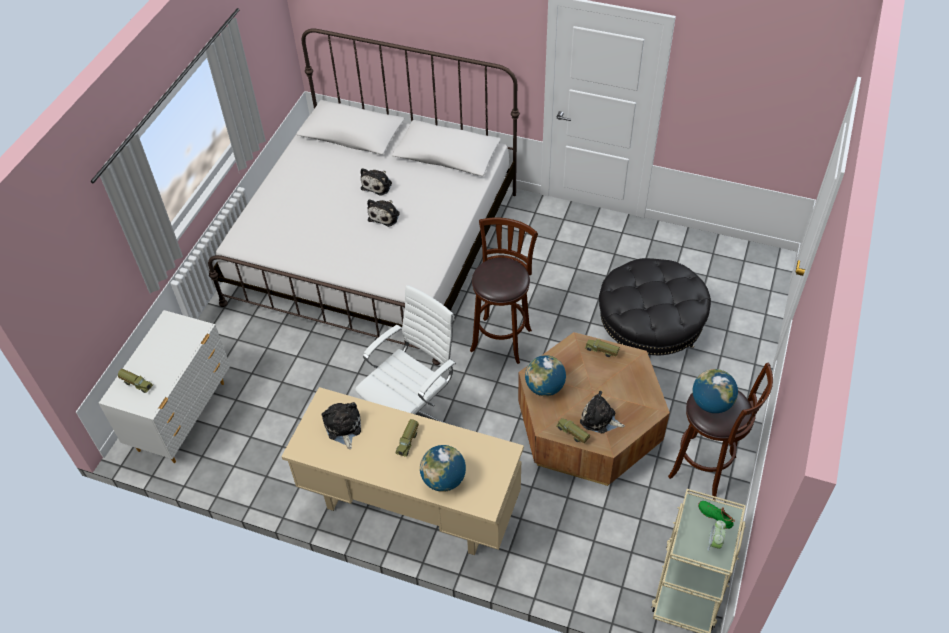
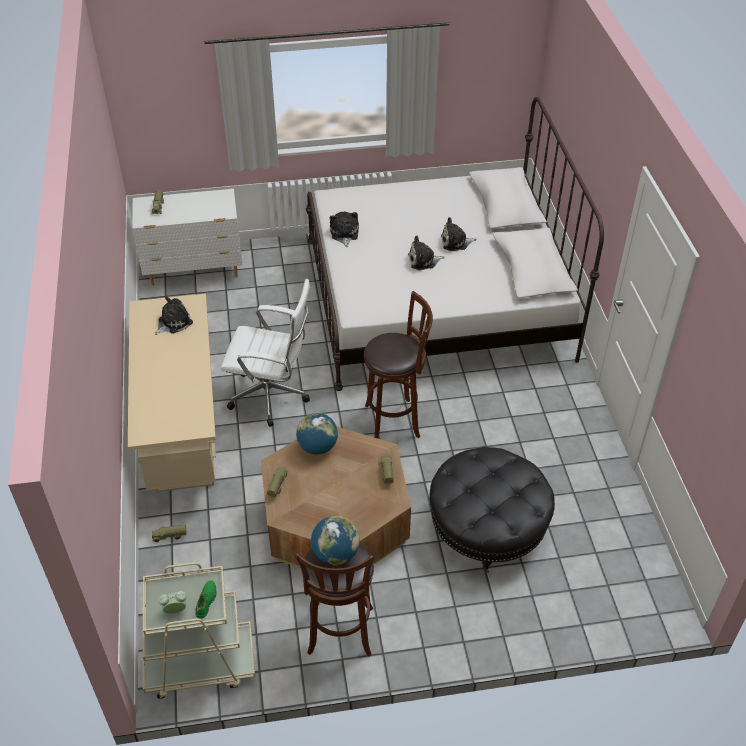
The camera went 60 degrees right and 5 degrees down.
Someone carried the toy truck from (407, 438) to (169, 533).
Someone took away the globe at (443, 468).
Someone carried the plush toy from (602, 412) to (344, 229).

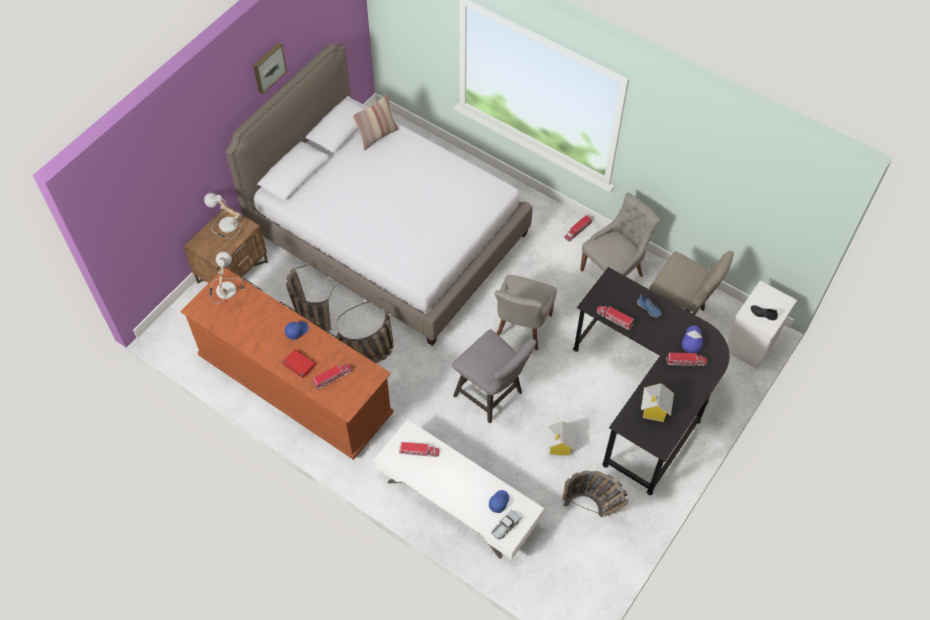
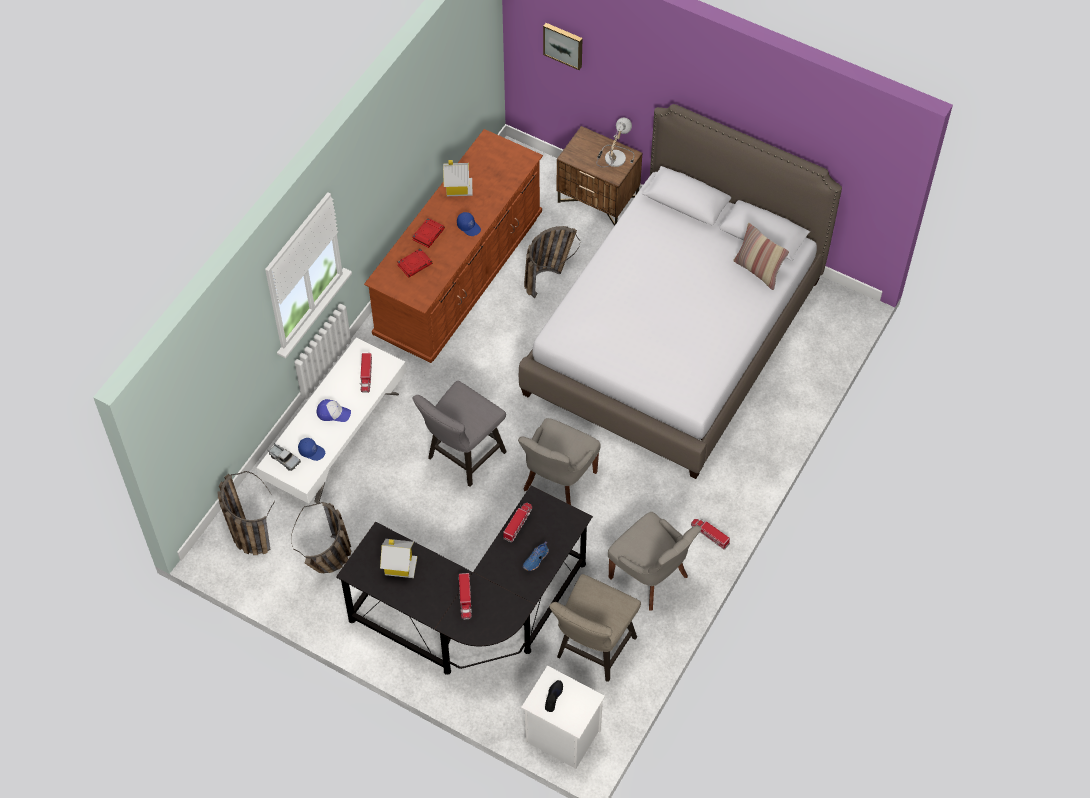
The camera went 85 degrees right and 0 degrees up.
Someone took away the table lamp at (226, 277).
Someone carried the picture from (270, 68) to (562, 46).
Someone swapped the toy truck at (332, 376) for the red book at (414, 263).
Someone carried the basket from (364, 332) to (246, 513).
Someone rotated the grey chair at (526, 312) by 75 degrees counterclockwise.
Someone carried the toy house from (561, 438) to (458, 178).
Someone carried the cap from (692, 339) to (334, 410).

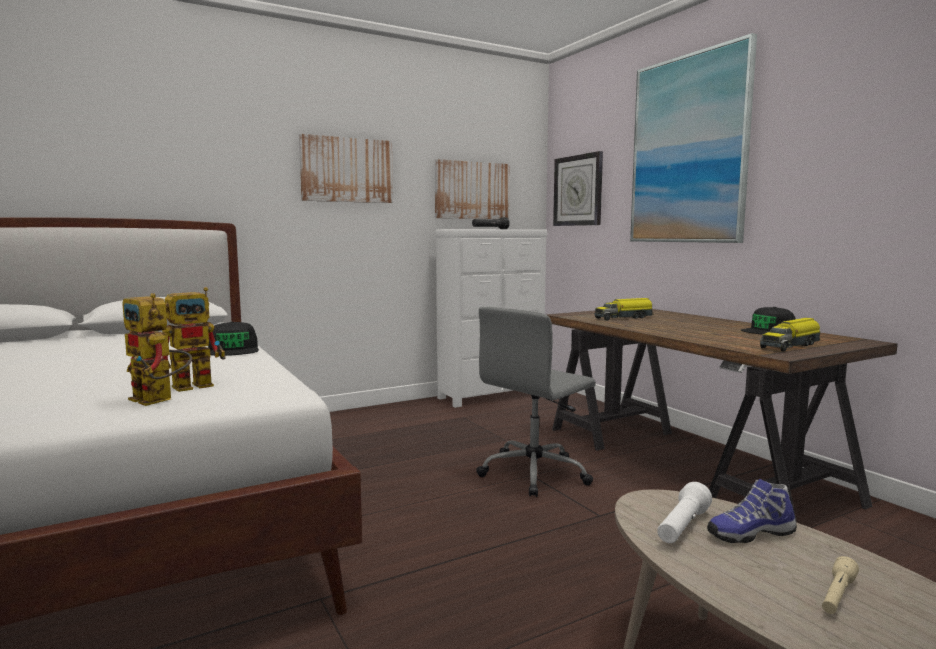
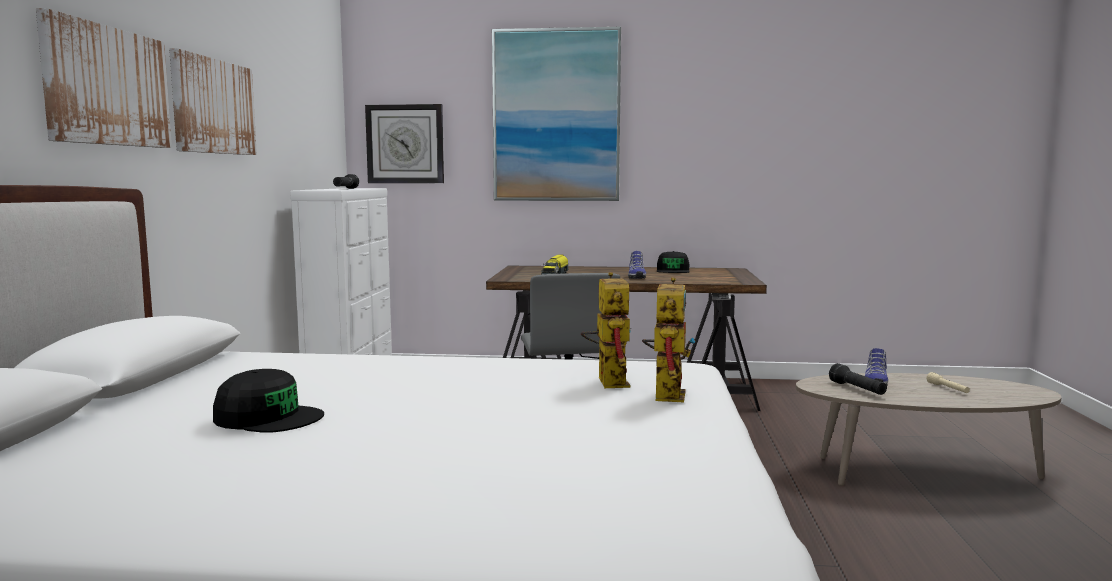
The camera went 55 degrees left and 0 degrees up.
Someone rotated the toy robot at (157, 349) by 60 degrees counterclockwise.
Someone carried the black cap from (233, 339) to (268, 401).
Someone carried the picture from (472, 189) to (104, 78).
Someone repainted the white flashlight at (684, 512), which became the black flashlight at (858, 379).
Someone took away the toy truck at (790, 334).
Someone put down the shoe at (637, 265).

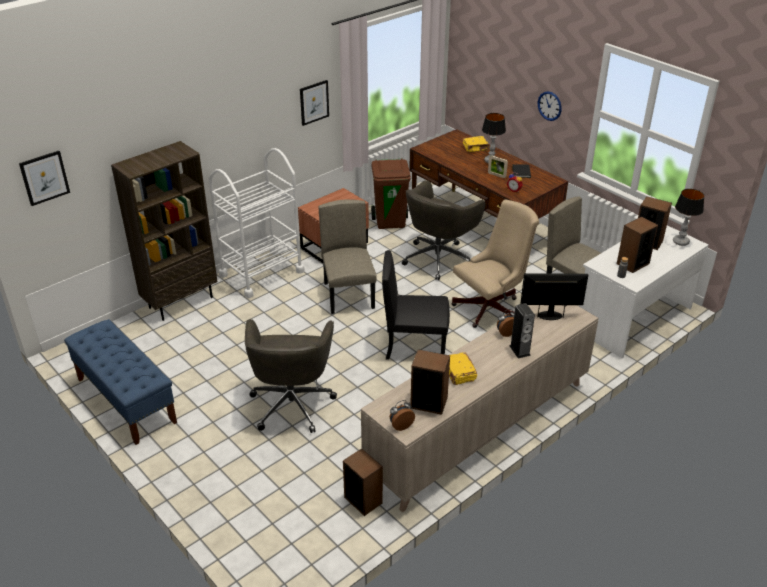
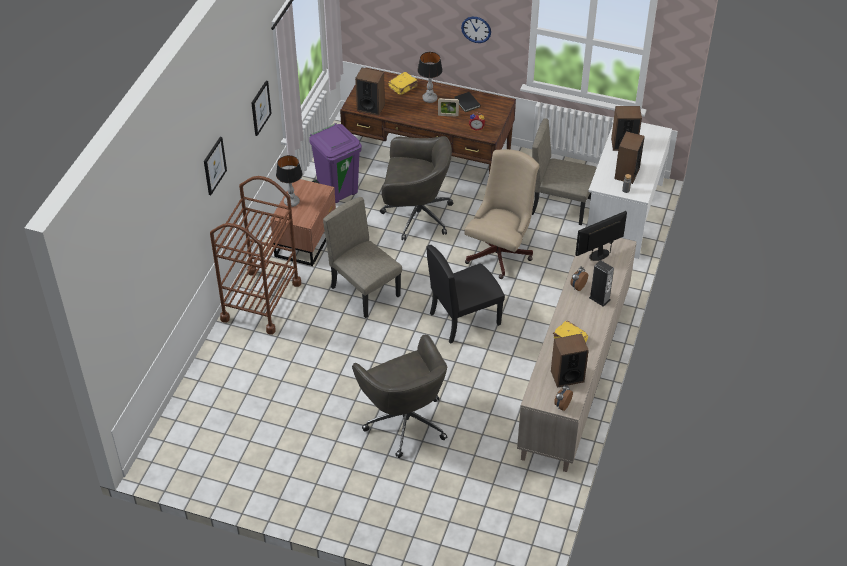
The camera went 30 degrees left and 10 degrees up.
Someone carried the picture from (44, 178) to (215, 165).
Someone took away the blue bench at (120, 382).
Someone took away the brown bookcase at (164, 231).
Someone repainted the white cart at (257, 223), which became the brown cart at (255, 255).
Someone carried the speaker from (363, 482) to (370, 92).
Someone repainted the brown trash can at (391, 193), which became the purple trash can at (335, 163).
Someone rotated the grey office chair at (443, 230) by 90 degrees counterclockwise.
Someone carried the table lamp from (688, 217) to (289, 181).

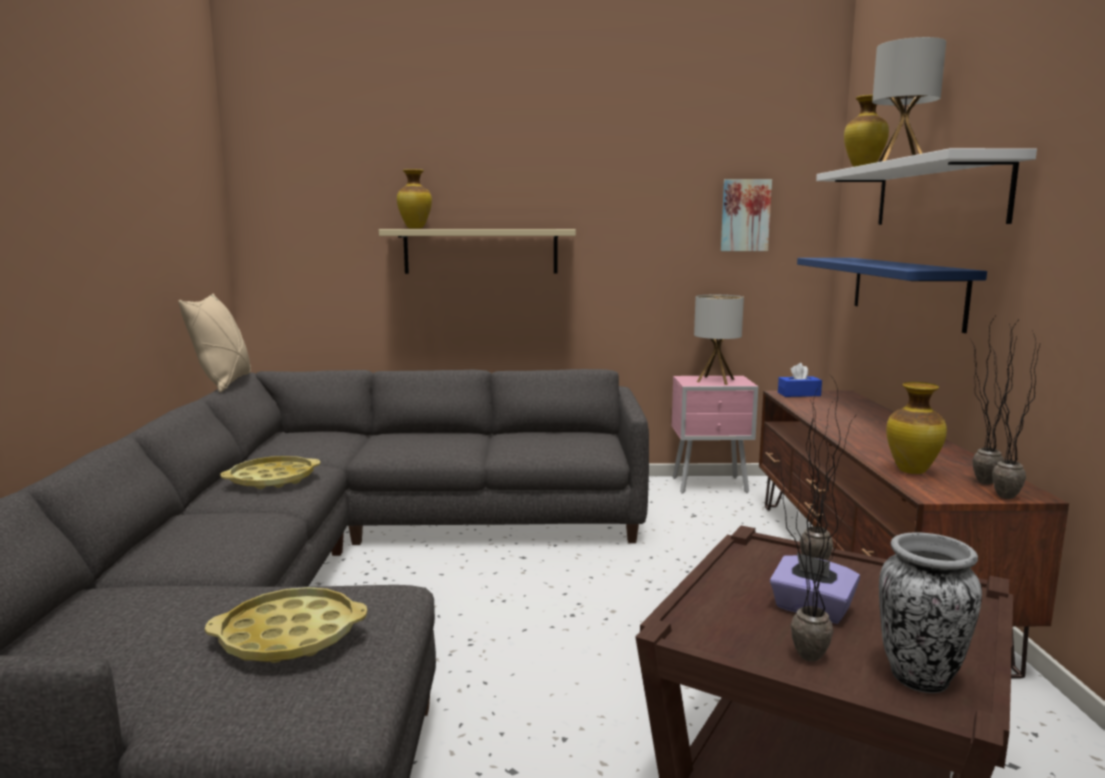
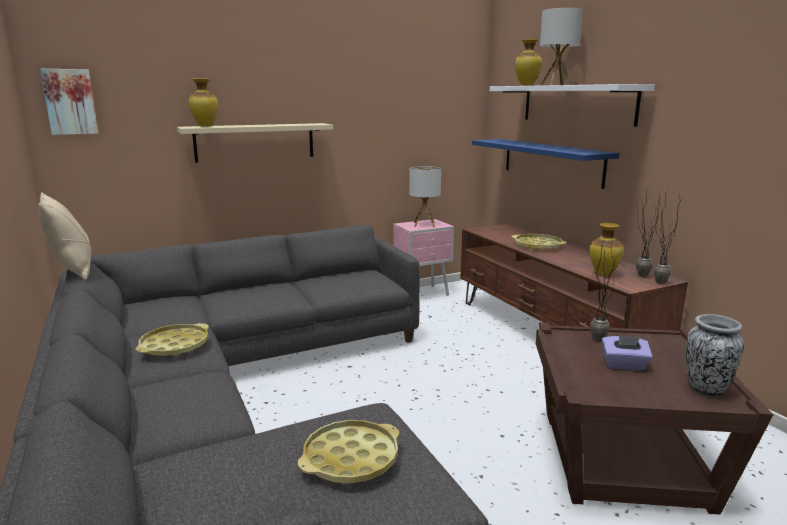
The camera went 25 degrees left and 5 degrees up.
Someone carried the picture from (746, 215) to (69, 102).
Someone took away the potted plant at (811, 539).
Someone took away the blue tissue box at (800, 380).
Someone put down the yellow tray at (539, 242).

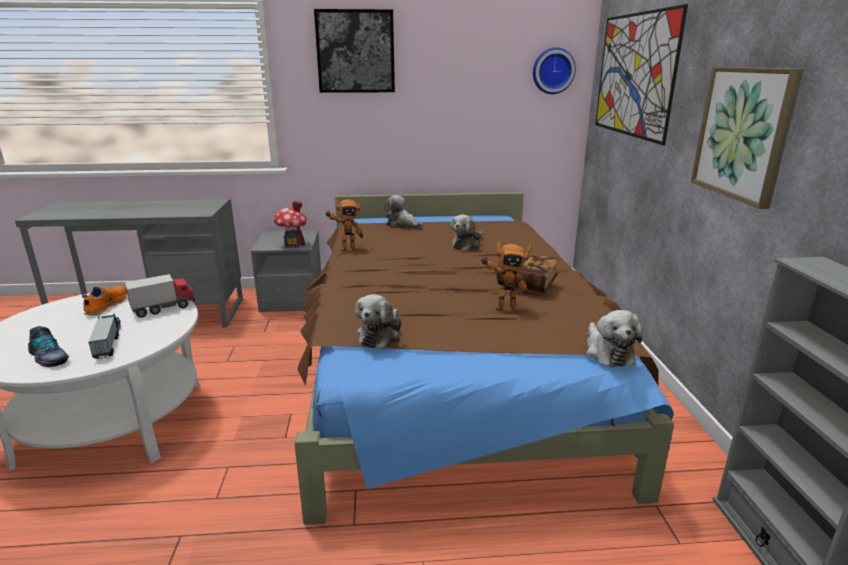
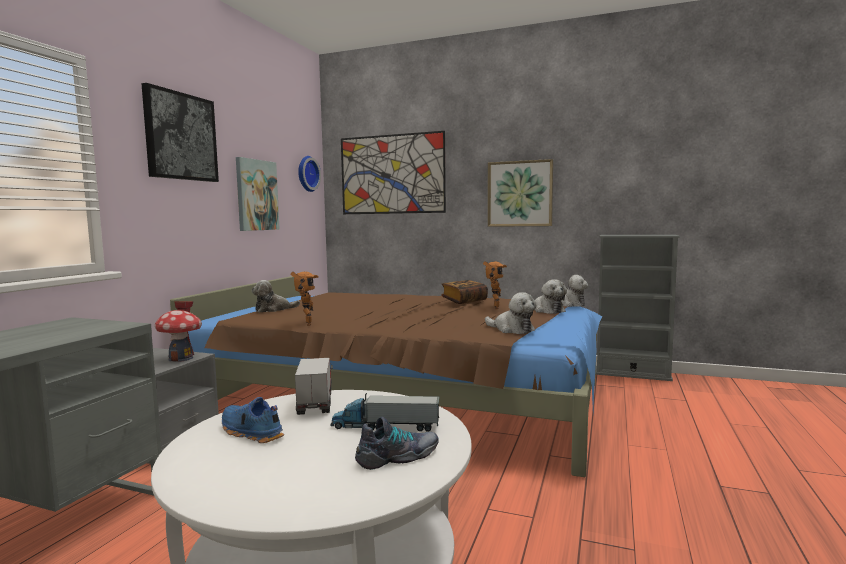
The camera went 65 degrees left and 15 degrees down.
Someone repainted the orange shoe at (104, 300), which became the blue shoe at (253, 420).
Someone carried the plush toy from (467, 233) to (551, 297).
Someone put up the picture at (258, 194).

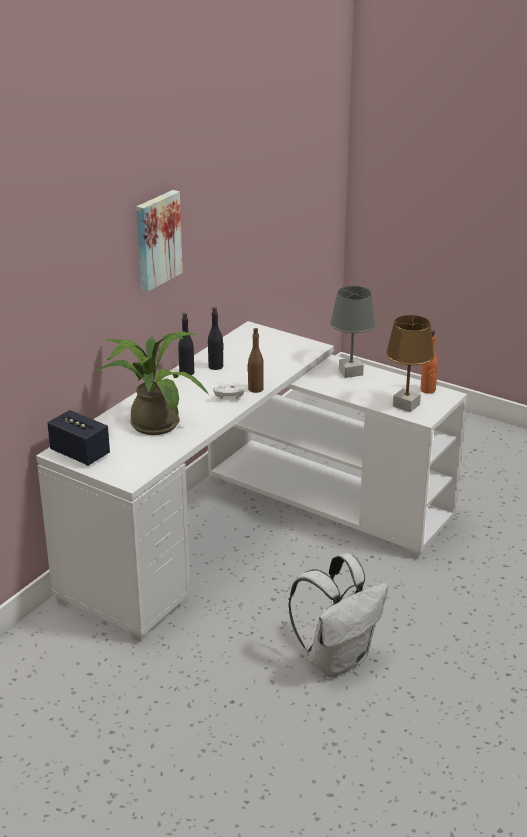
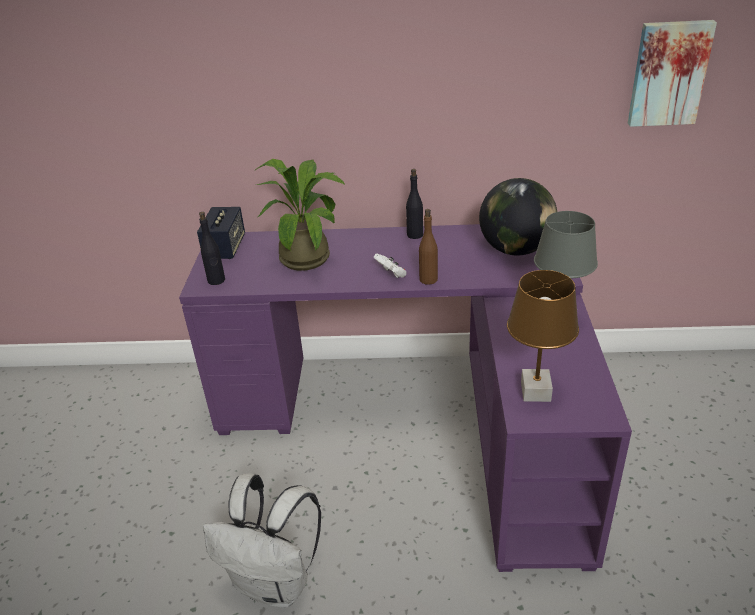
The camera went 60 degrees right and 5 degrees up.
Someone repainted the white desk at (251, 481), which became the purple desk at (405, 398).
Someone carried the picture from (159, 241) to (672, 73).
Someone carried the black bottle from (216, 338) to (212, 248).
Someone took away the orange bottle at (429, 362).
Someone put down the globe at (518, 217).

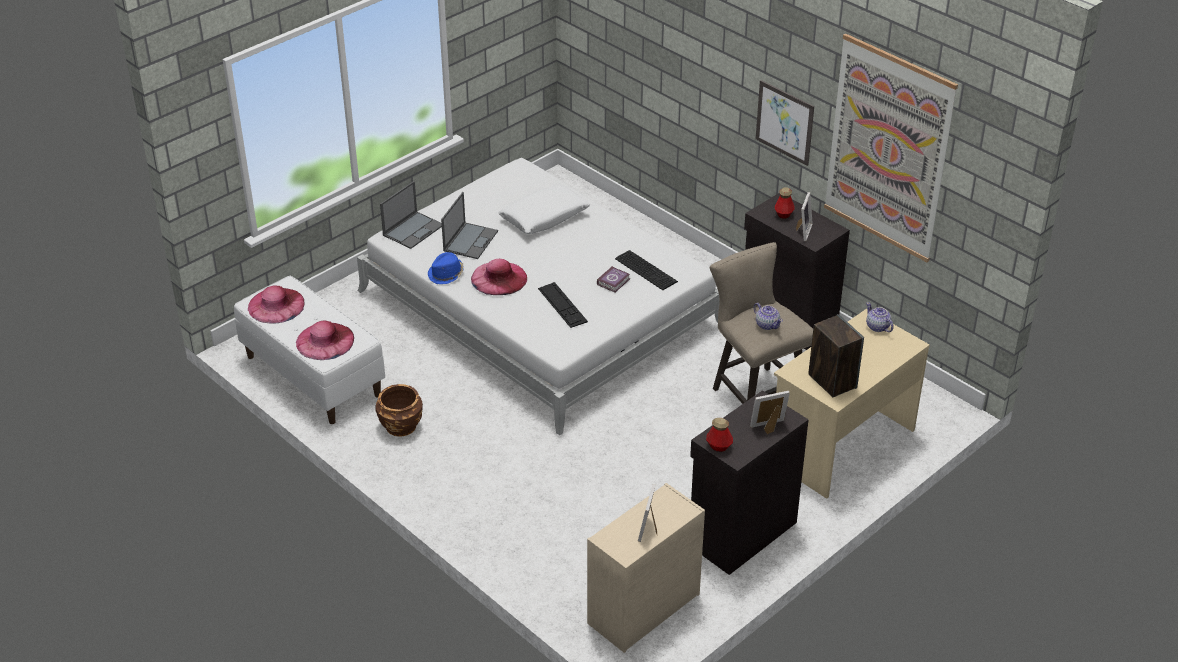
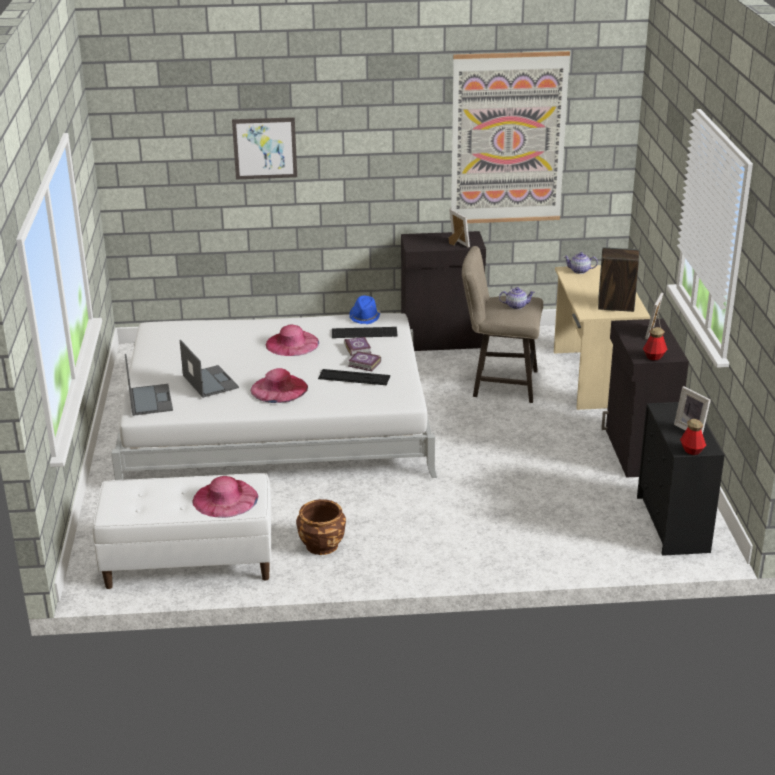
The camera went 50 degrees left and 10 degrees down.
Someone carried the pink hat from (276, 304) to (292, 340).
Someone carried the blue hat from (446, 268) to (365, 309).
Someone took away the white pillow at (544, 209).
Someone repainted the beige dresser at (646, 568), which became the black dresser at (681, 479).
Someone carried the picture from (785, 123) to (264, 148).
Someone carried the bottle from (785, 203) to (693, 437).
Someone put down the book at (364, 361).

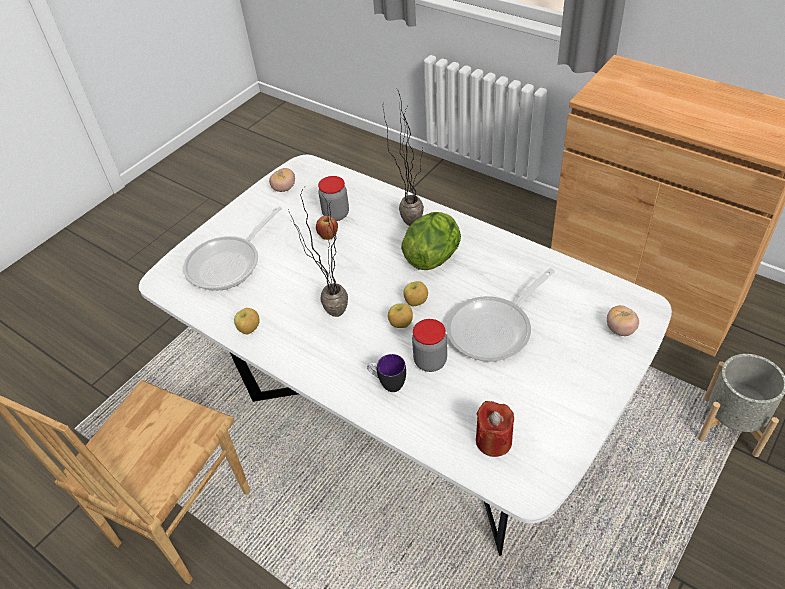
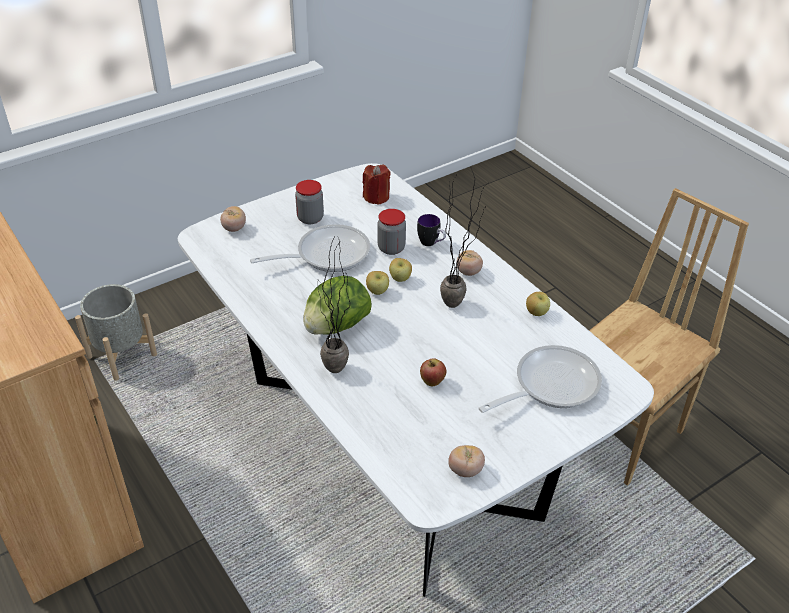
The camera went 165 degrees left and 5 degrees down.
Someone carried the jar from (333, 198) to (309, 202).
Someone put down the tomato at (469, 263).

